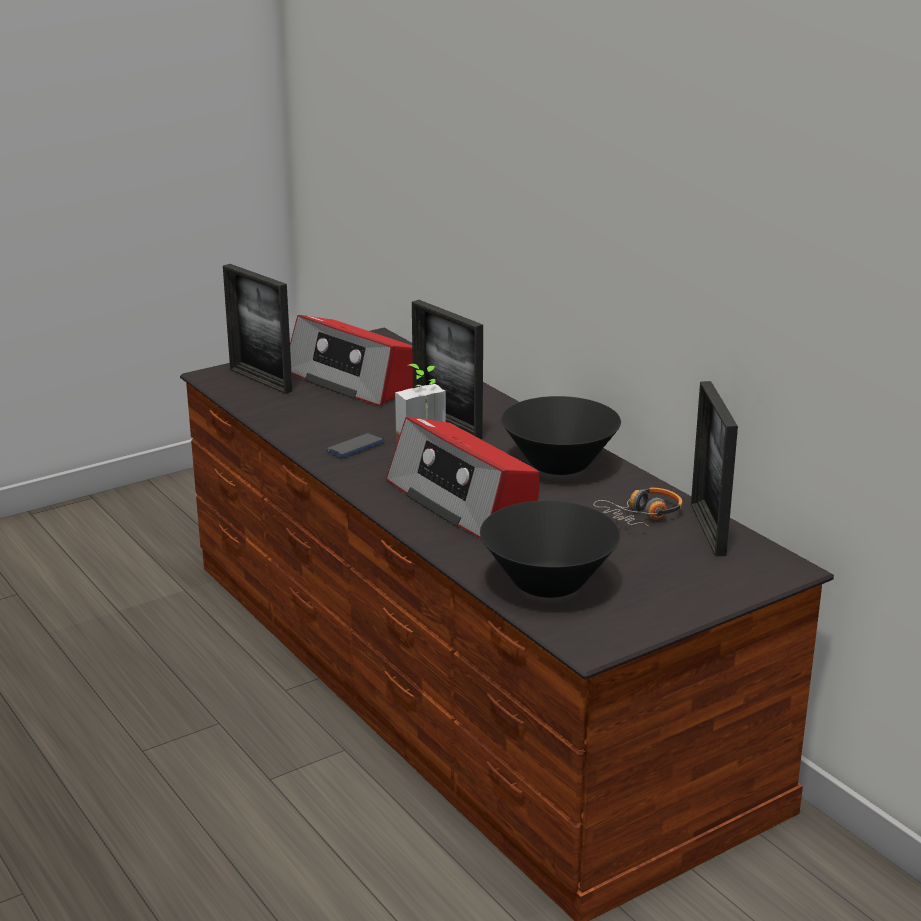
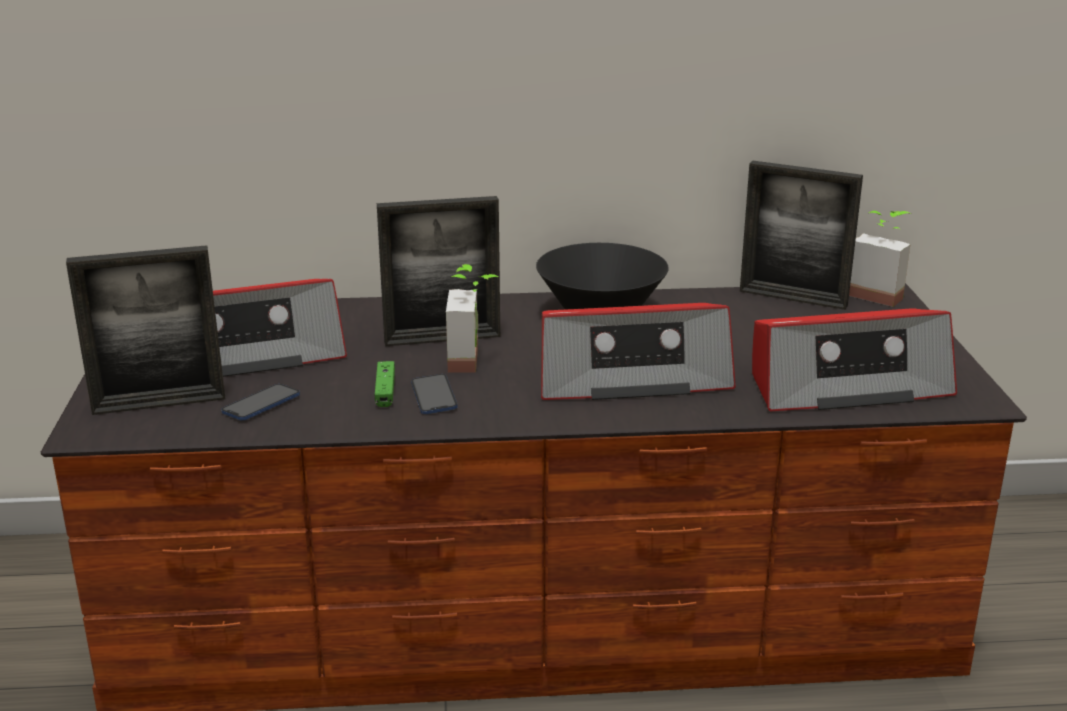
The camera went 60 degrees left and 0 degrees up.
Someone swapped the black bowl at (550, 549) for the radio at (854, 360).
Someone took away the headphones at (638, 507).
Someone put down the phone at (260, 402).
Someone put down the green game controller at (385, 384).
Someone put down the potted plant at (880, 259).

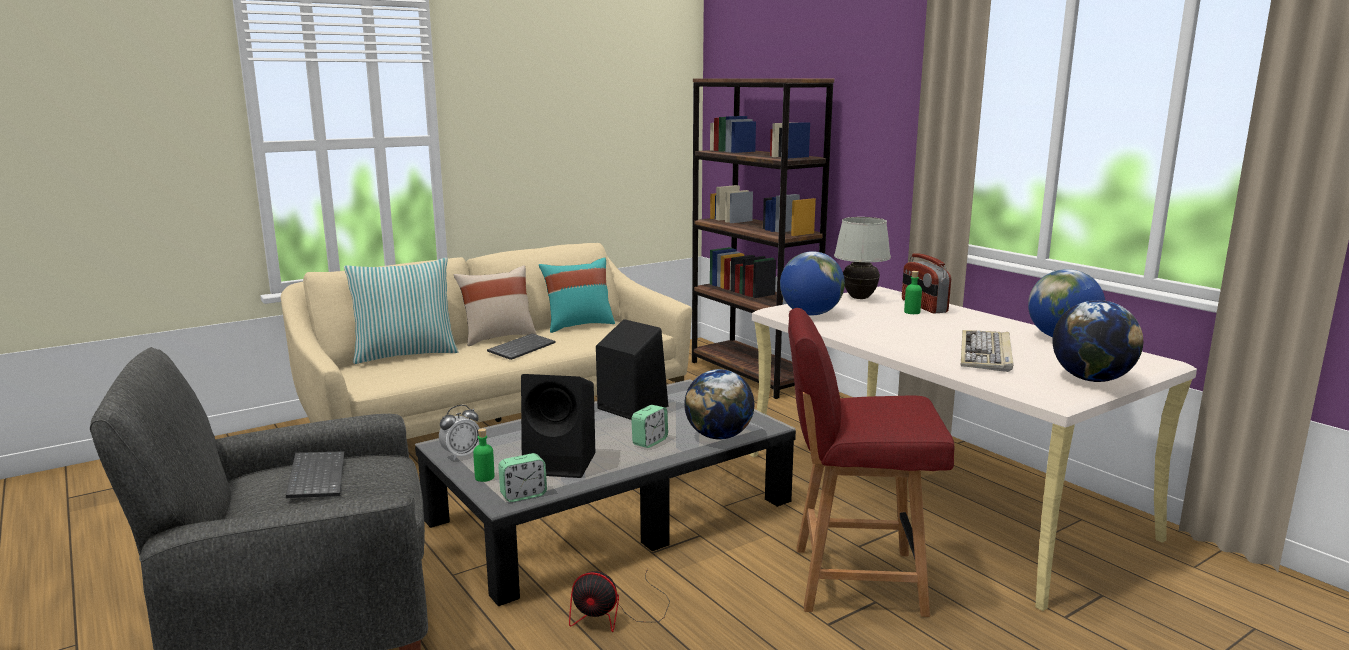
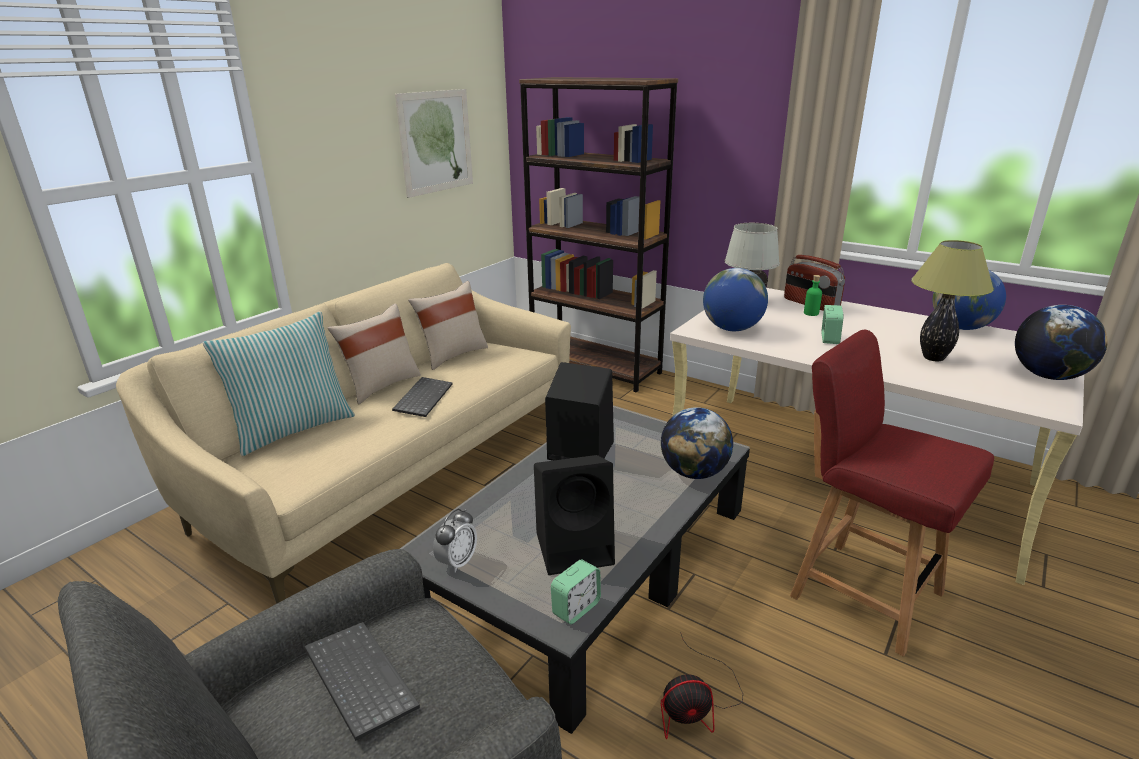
The camera went 20 degrees left and 10 degrees up.
Someone took away the green bottle at (483, 455).
Someone repainted the turquoise pillow at (577, 295), which became the beige pillow at (448, 325).
Someone carried the alarm clock from (649, 426) to (832, 324).
Someone rotated the red chair at (871, 462) by 60 degrees clockwise.
Someone swapped the keyboard at (987, 351) for the table lamp at (952, 301).
Someone put up the picture at (434, 143).

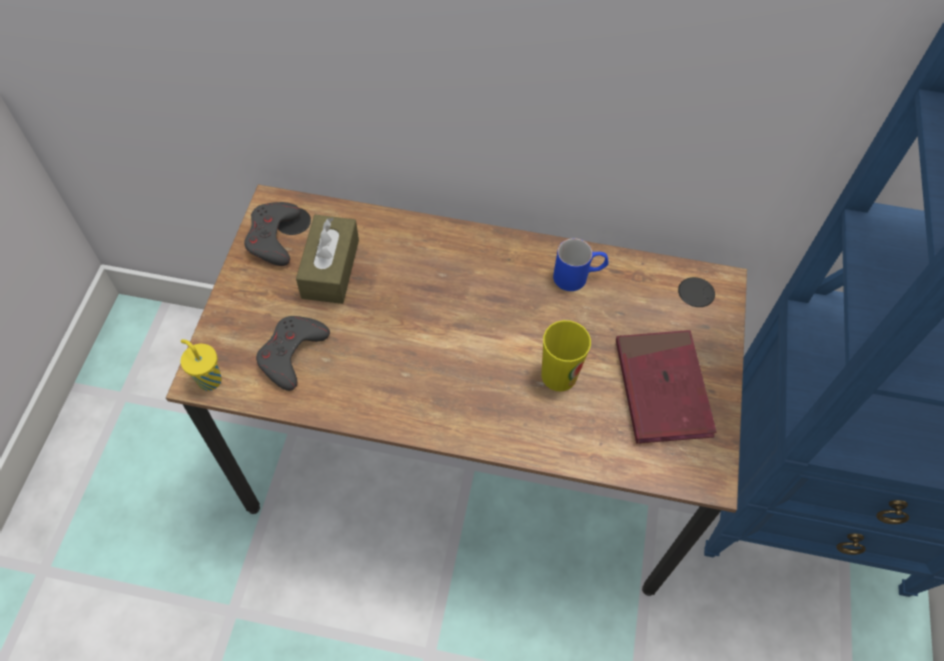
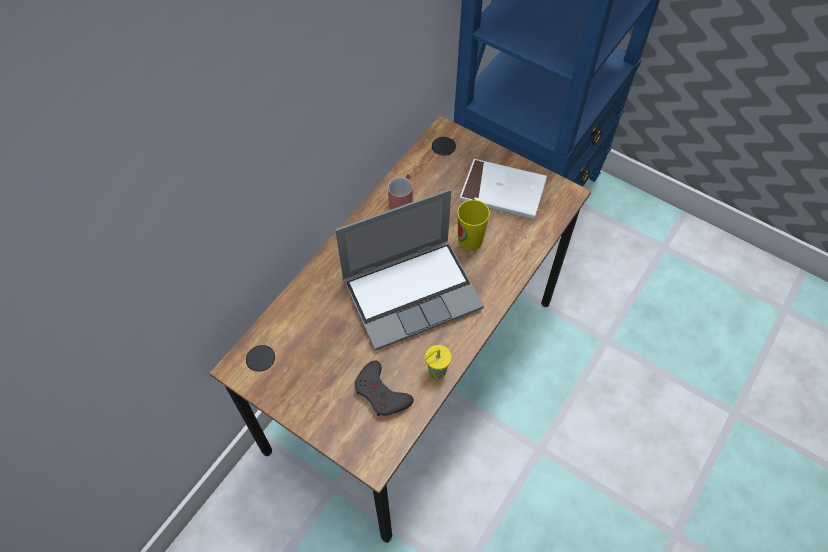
The camera went 65 degrees left and 0 degrees up.
Someone carried the yellow cup from (201, 365) to (438, 362).
Someone took away the grey game controller at (272, 234).
Someone took away the brown tissue box at (327, 259).
Someone repainted the blue mug at (580, 264), which became the red mug at (400, 191).
Someone repainted the red book at (666, 387), which became the white book at (503, 189).
Someone put down the laptop at (409, 270).

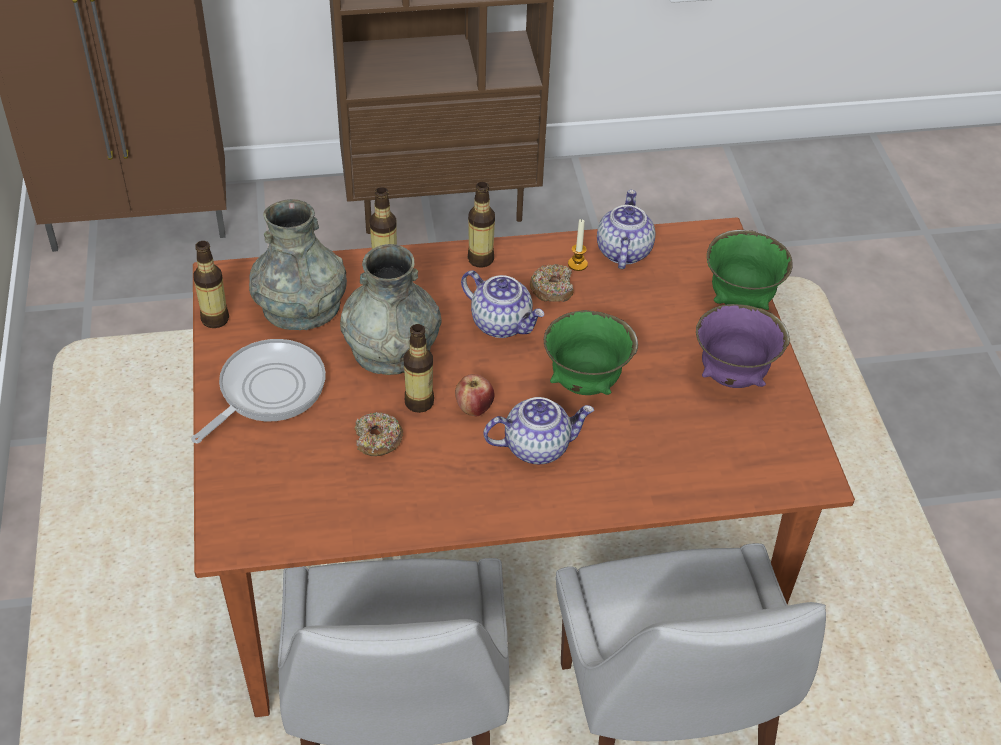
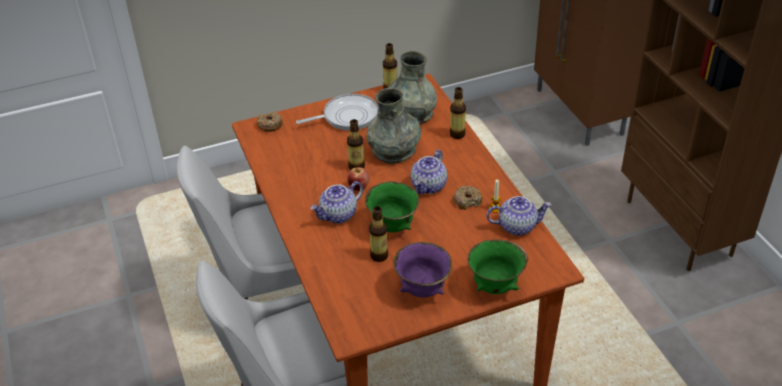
The camera went 80 degrees right and 5 degrees down.
Someone rotated the frying pan at (258, 391) by 45 degrees counterclockwise.
Someone carried the donut from (379, 434) to (270, 121).
Someone carried the bottle from (481, 225) to (378, 234).
Someone rotated the teapot at (538, 430) by 75 degrees clockwise.

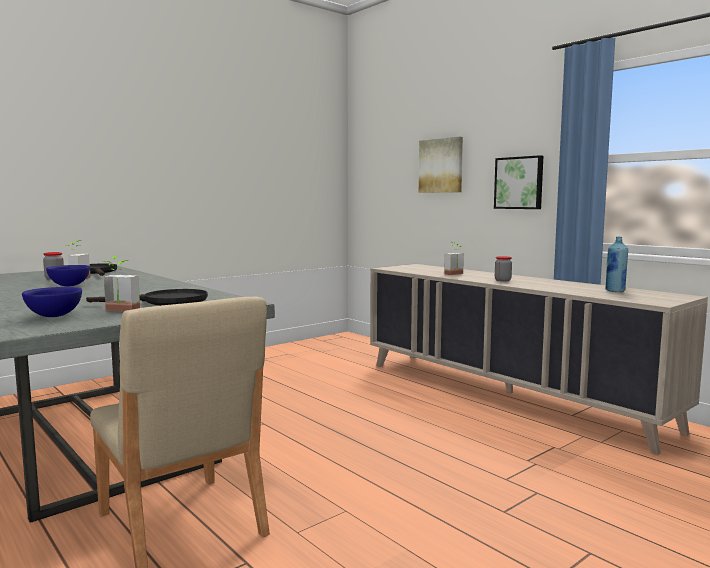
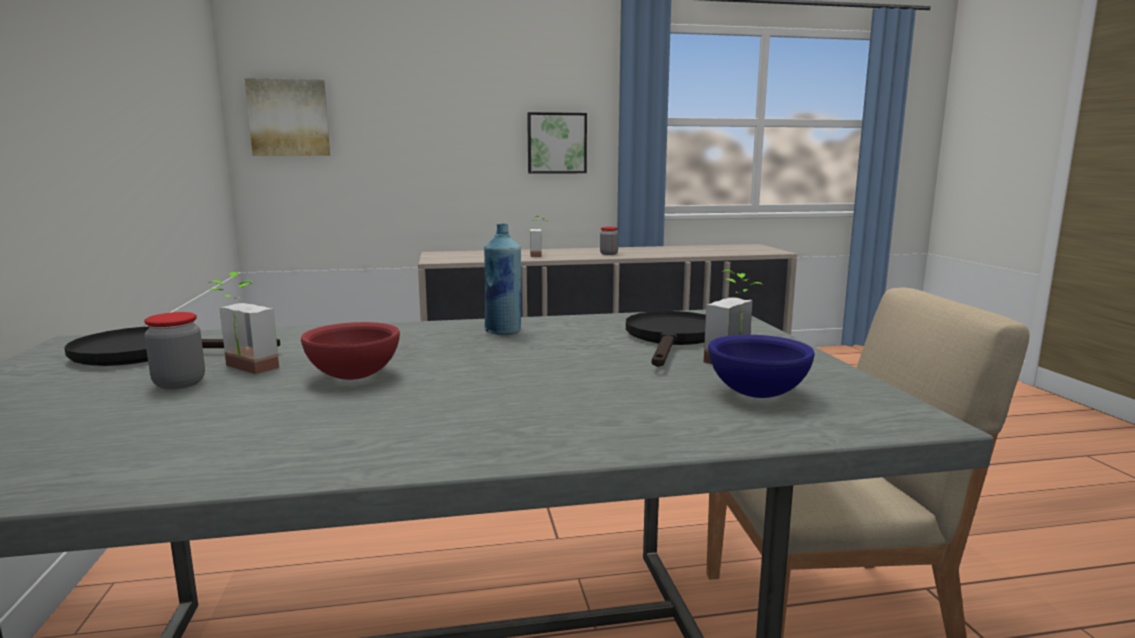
The camera went 60 degrees left and 5 degrees up.
Someone repainted the blue bowl at (68, 276), which became the red bowl at (350, 351).
Someone carried the picture from (441, 165) to (287, 117).
Someone carried the blue bottle from (616, 264) to (502, 279).

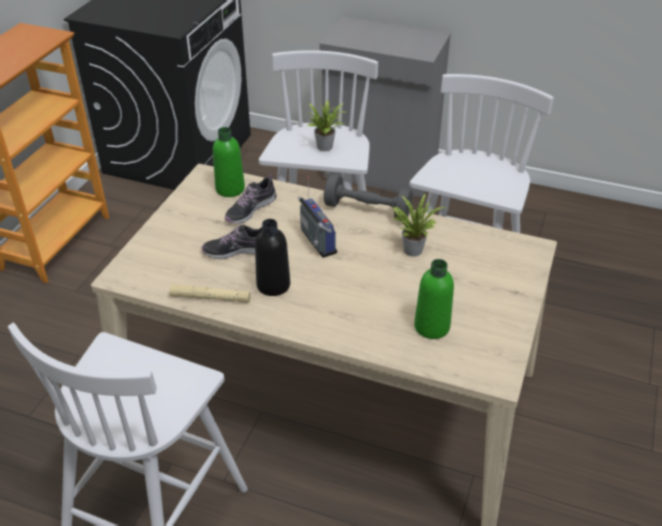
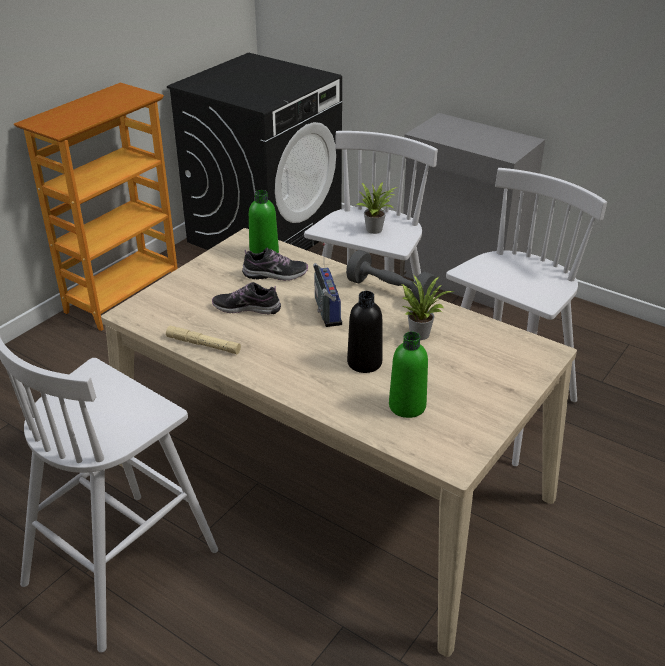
The camera went 15 degrees right and 5 degrees down.
Someone rotated the shoe at (250, 199) by 150 degrees counterclockwise.
Someone carried the black bottle from (272, 257) to (365, 332).

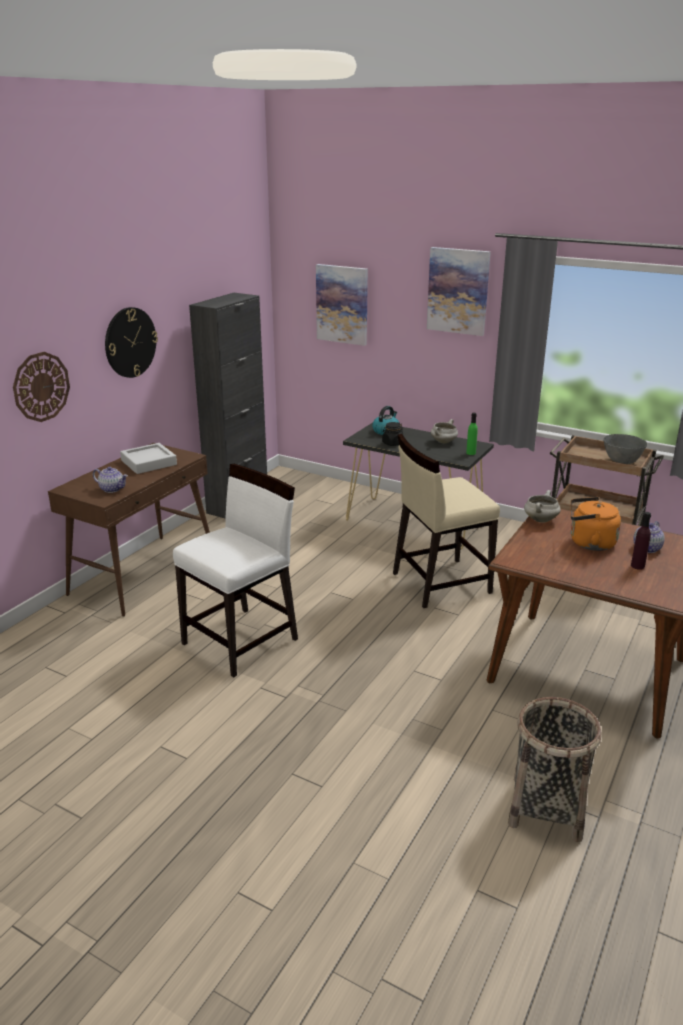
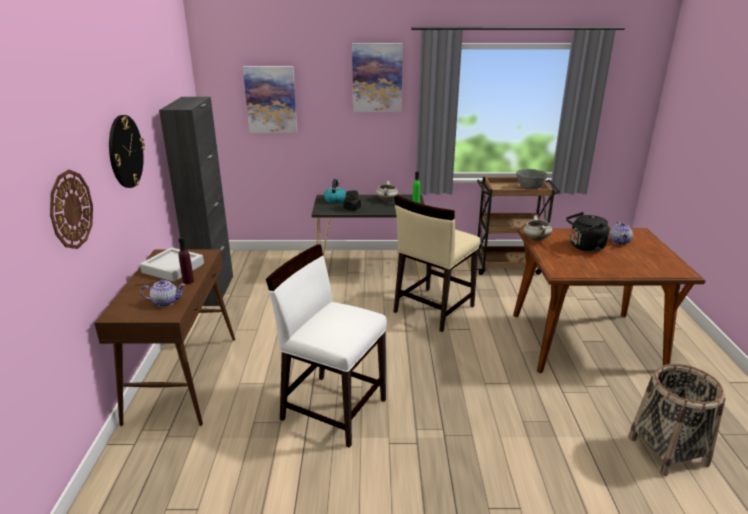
The camera went 30 degrees left and 0 degrees up.
Someone rotated the white chair at (235, 570) by 75 degrees counterclockwise.
Someone repainted the orange kettle at (596, 524), which became the black kettle at (587, 232).
Someone carried the purple bottle from (641, 541) to (186, 260).

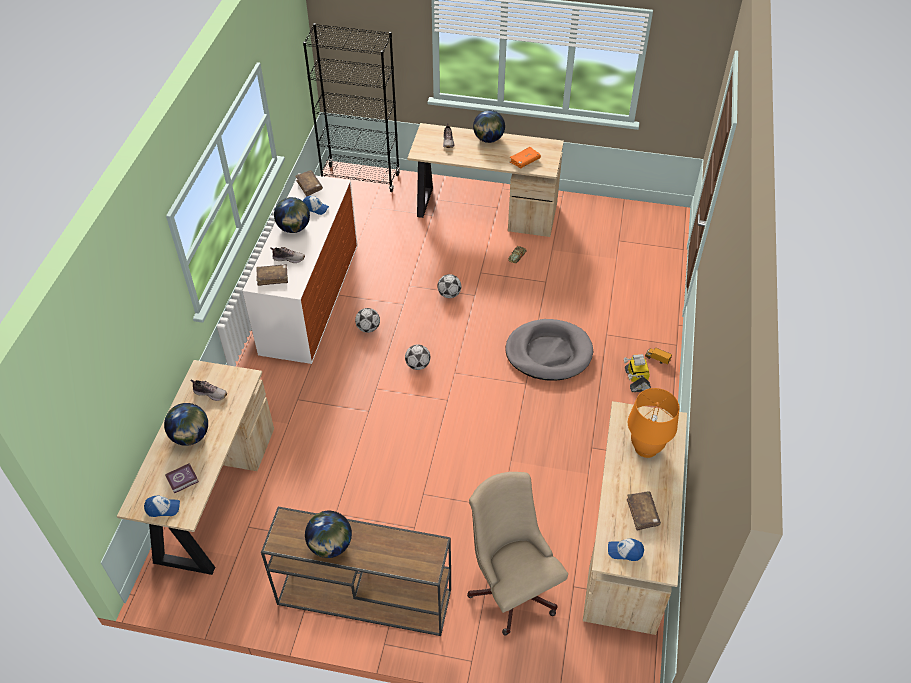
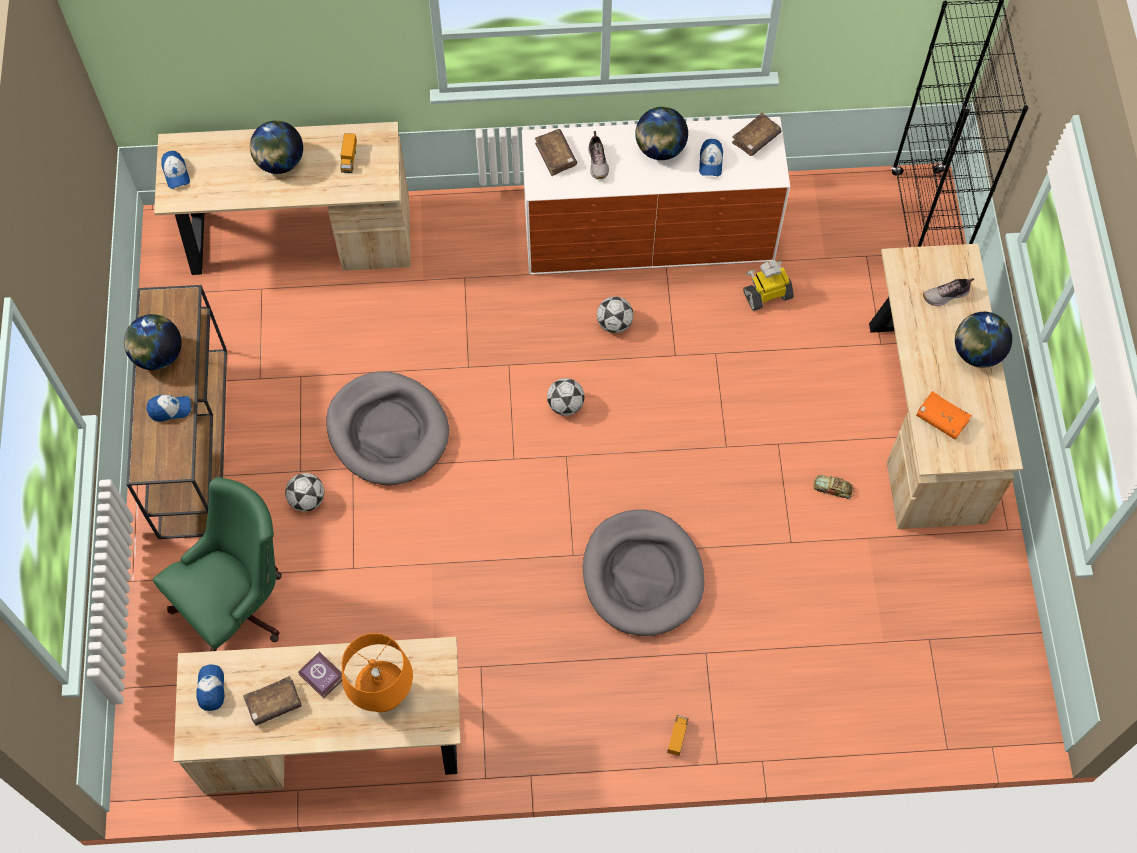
The camera went 75 degrees right and 15 degrees up.
Someone carried the book from (182, 478) to (320, 675).
Someone swapped the shoe at (208, 390) for the toy truck at (348, 153).
Someone carried the football from (449, 286) to (304, 492).
Someone repainted the beige office chair at (517, 553), which became the green office chair at (217, 564).
Someone carried the toy robot from (637, 373) to (768, 285).
Someone put down the cap at (168, 408).
Someone put down the grey dog bed at (387, 428).

